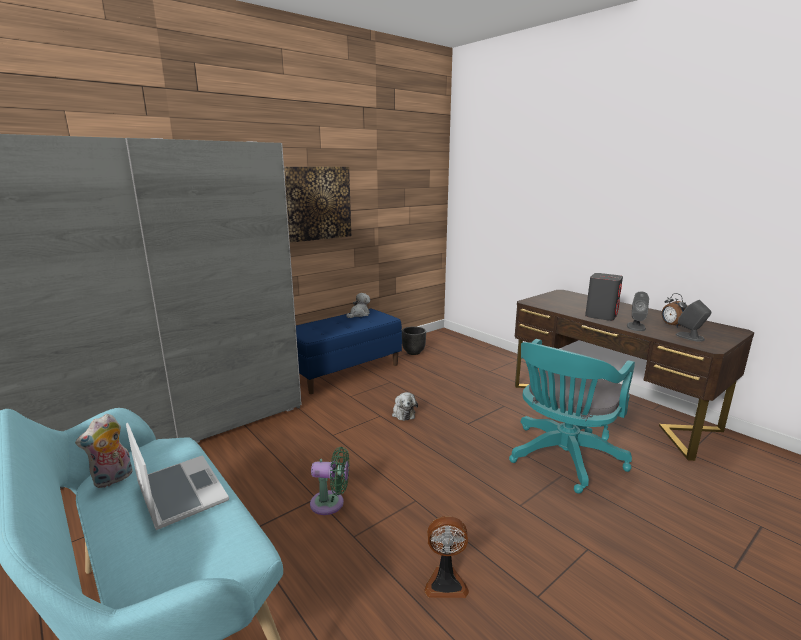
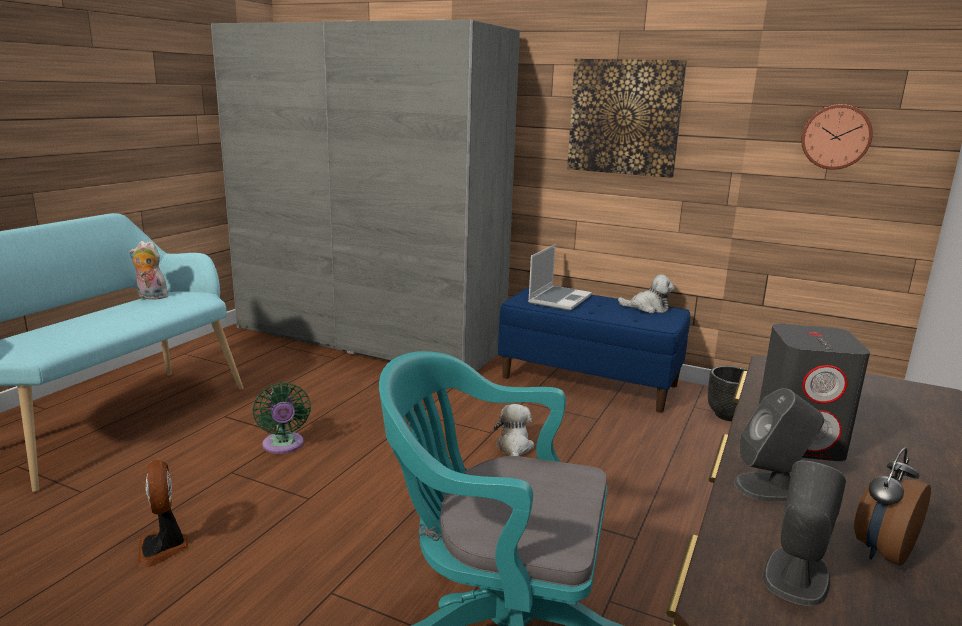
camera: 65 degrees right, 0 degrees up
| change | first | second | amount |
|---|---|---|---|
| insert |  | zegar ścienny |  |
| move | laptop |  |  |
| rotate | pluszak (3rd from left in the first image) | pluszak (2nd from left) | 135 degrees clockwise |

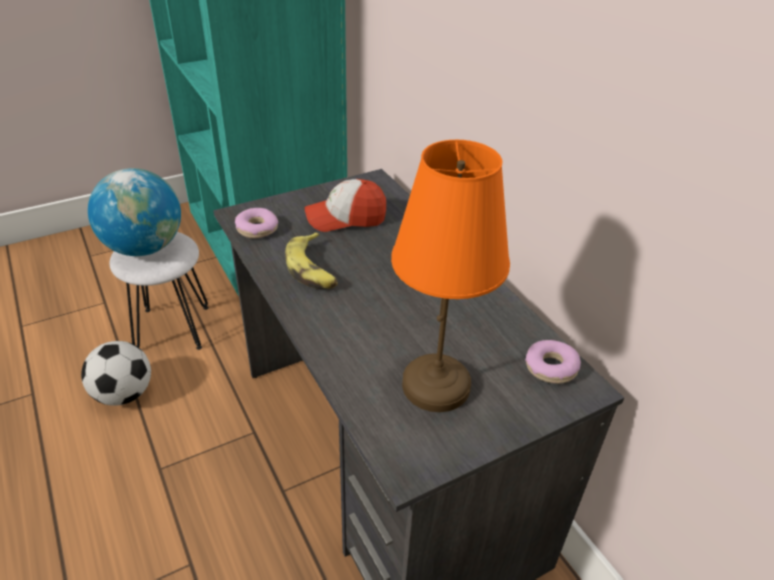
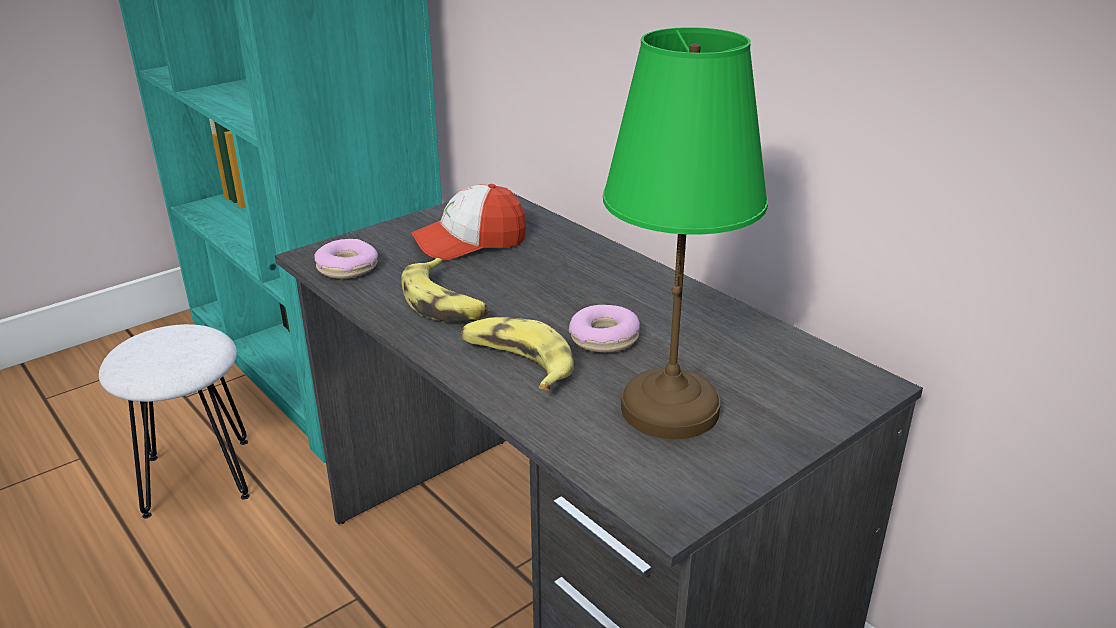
camera: 10 degrees left, 10 degrees down
| change | first | second | amount |
|---|---|---|---|
| delete | piłka futbolowa |  |  |
| delete | globus |  |  |
| insert |  | banan (2nd from left) |  |
| move | donut (2nd from left) |  |  |
| recolor | lampa stołowa [pomarańczowy] | lampa stołowa [zielony] |  |

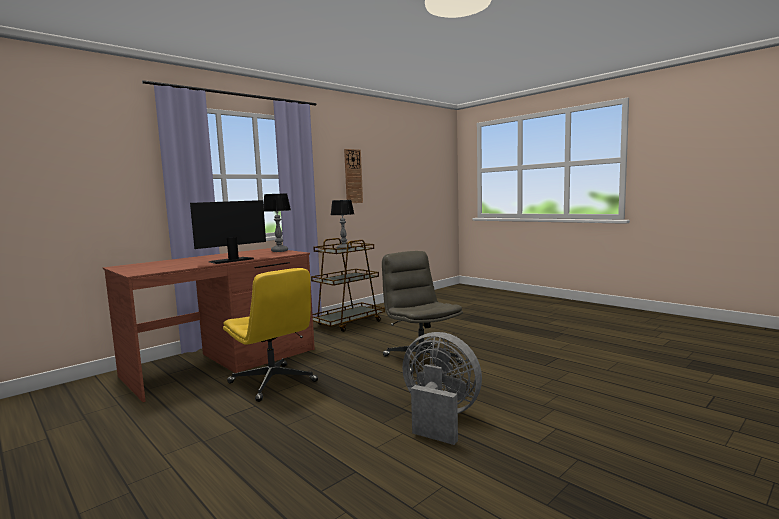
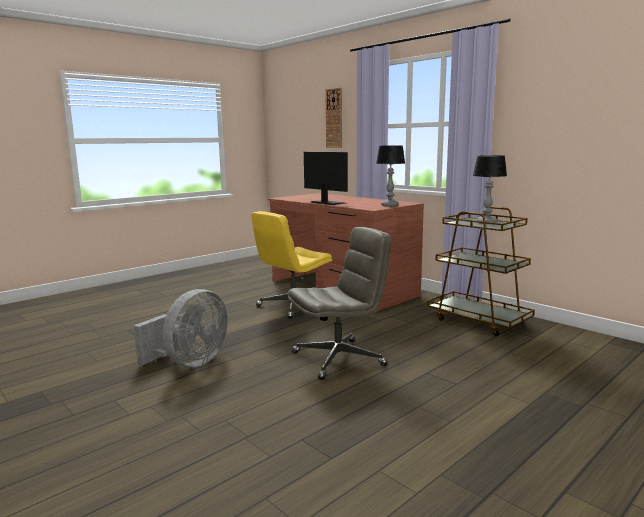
camera: 90 degrees right, 5 degrees up
| change | first | second | amount |
|---|---|---|---|
| move | zegar ścienny |  |  |

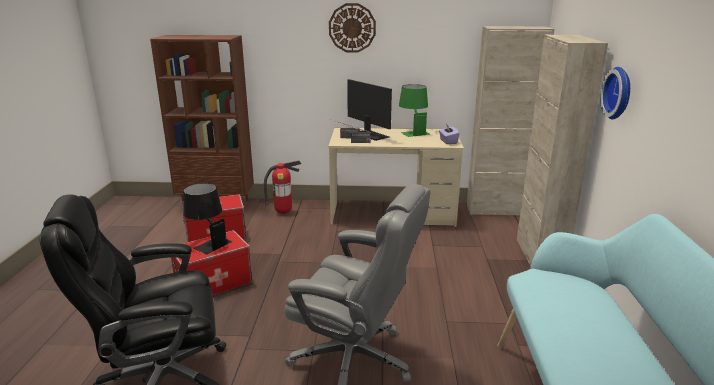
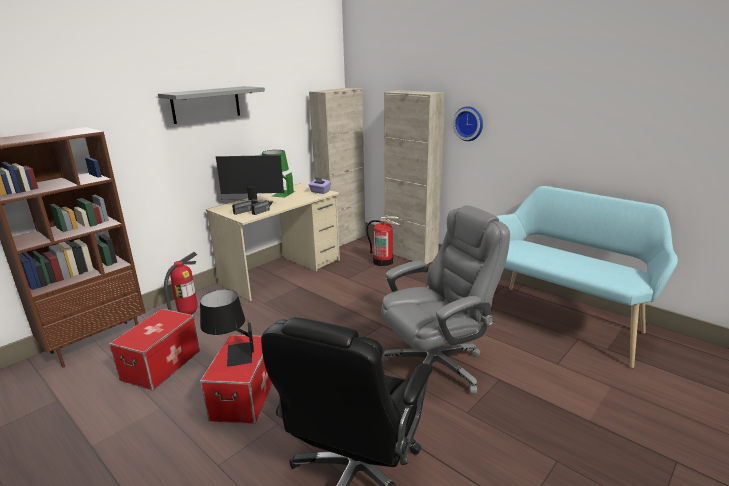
camera: 50 degrees left, 0 degrees up
| change | first | second | amount |
|---|---|---|---|
| insert |  | gaśnica (2nd from left) |  |
| replace | zegar ścienny (1st from left) | półka [szary] |  |

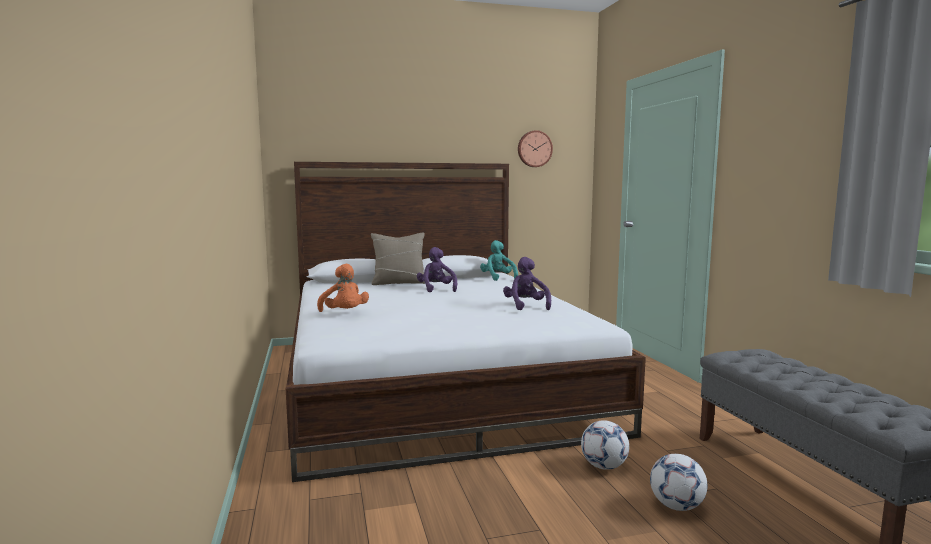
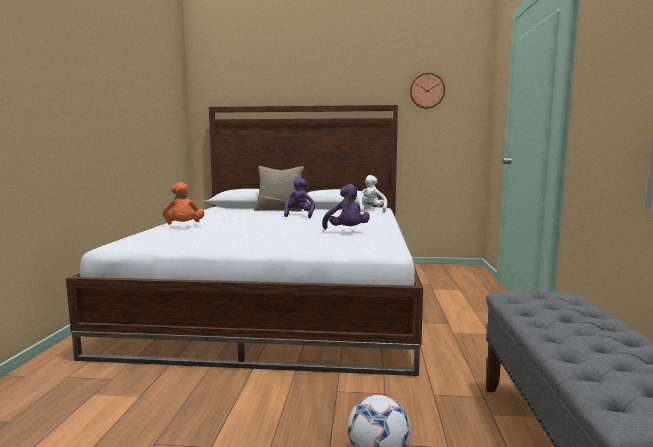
camera: 20 degrees right, 0 degrees up
| change | first | second | amount |
|---|---|---|---|
| delete | piłka futbolowa (1st from left) |  |  |
| recolor | pluszak [turkusowy] | pluszak [biały] |  |
| rotate | pluszak [fioletowy] (2nd from left) |  | 150 degrees clockwise |

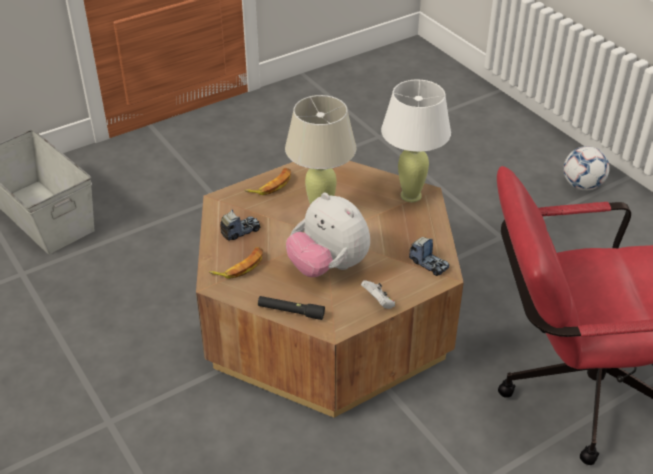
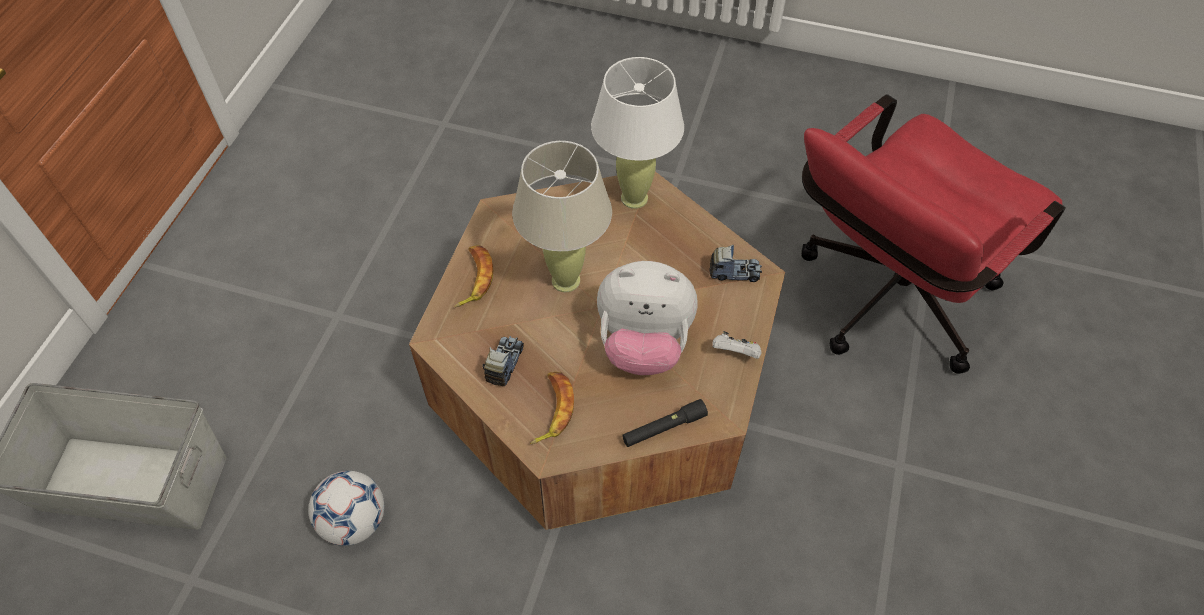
camera: 40 degrees left, 15 degrees up
| change | first | second | amount |
|---|---|---|---|
| move | piłka futbolowa |  |  |

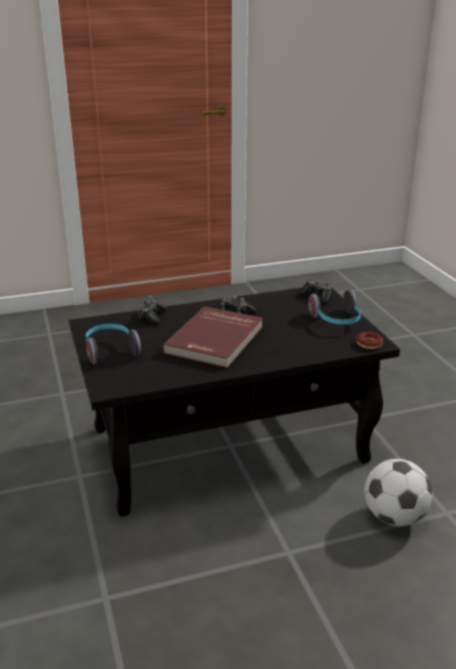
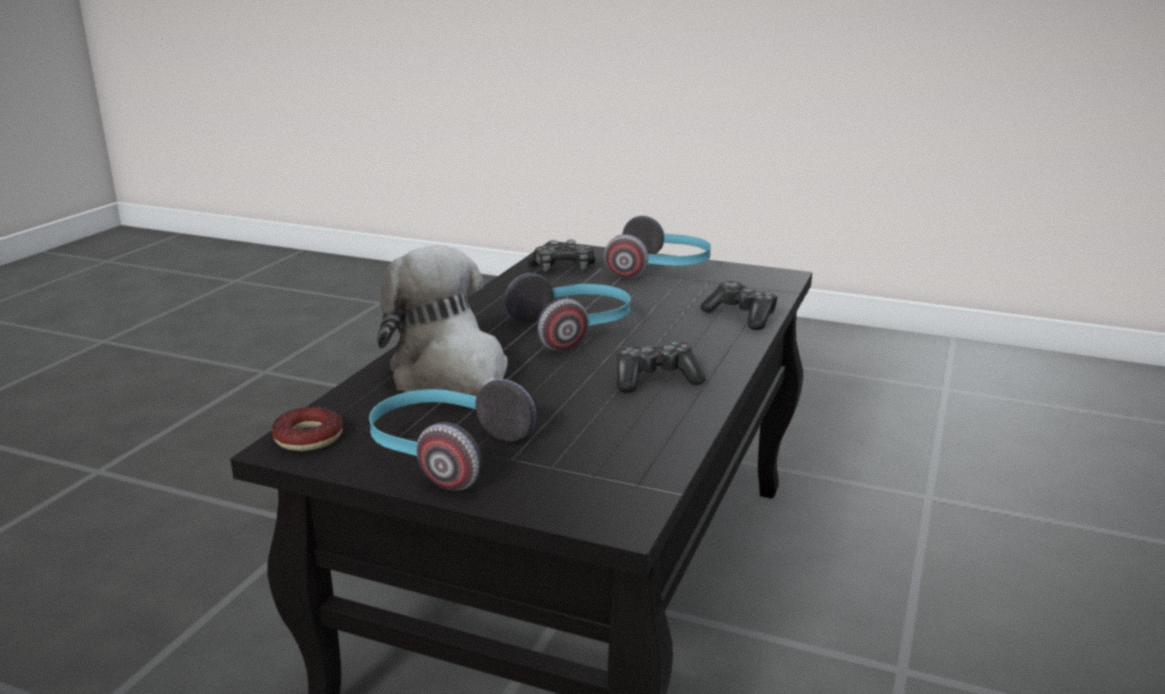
camera: 130 degrees right, 5 degrees down
| change | first | second | amount |
|---|---|---|---|
| delete | piłka futbolowa |  |  |
| insert |  | pluszak |  |
| move | pad do gier (3rd from left in the first image) | pad do gier (1st from left) |  |
| replace | książka [czerwony] | słuchawki (2nd from left) |  |

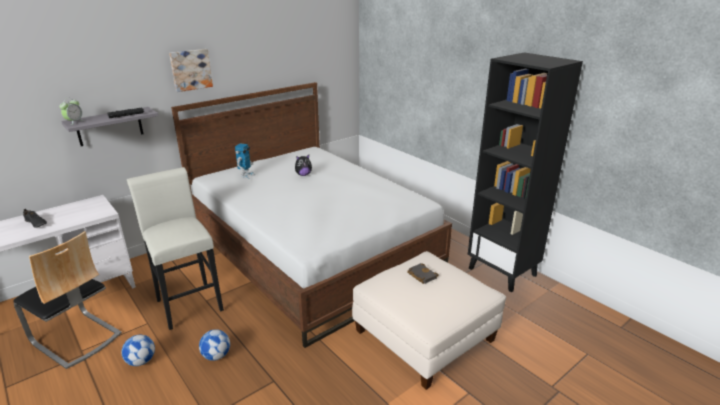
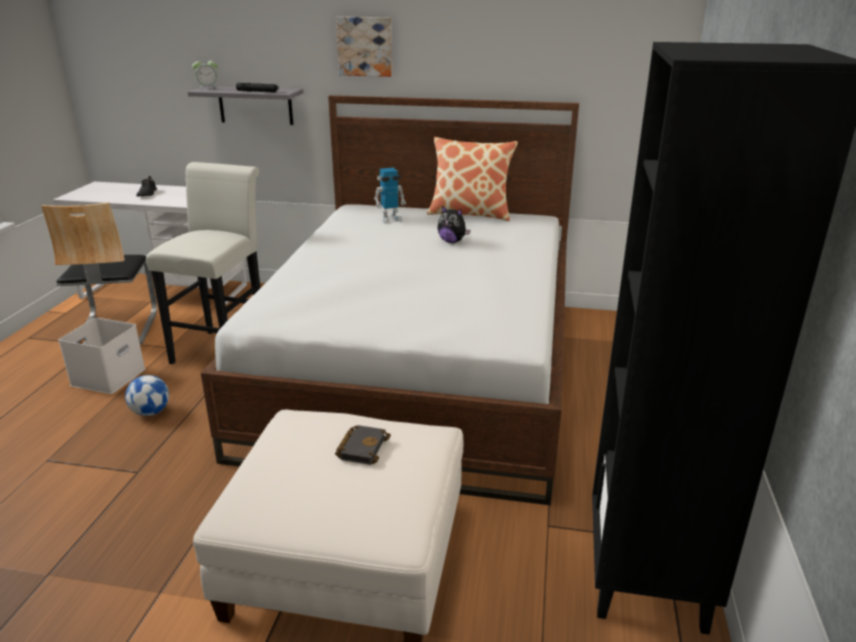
camera: 50 degrees right, 0 degrees up
| change | first | second | amount |
|---|---|---|---|
| insert |  | poduszka |  |
| replace | piłka futbolowa (1st from left) | pojemnik do przechowywania [biały] |  |

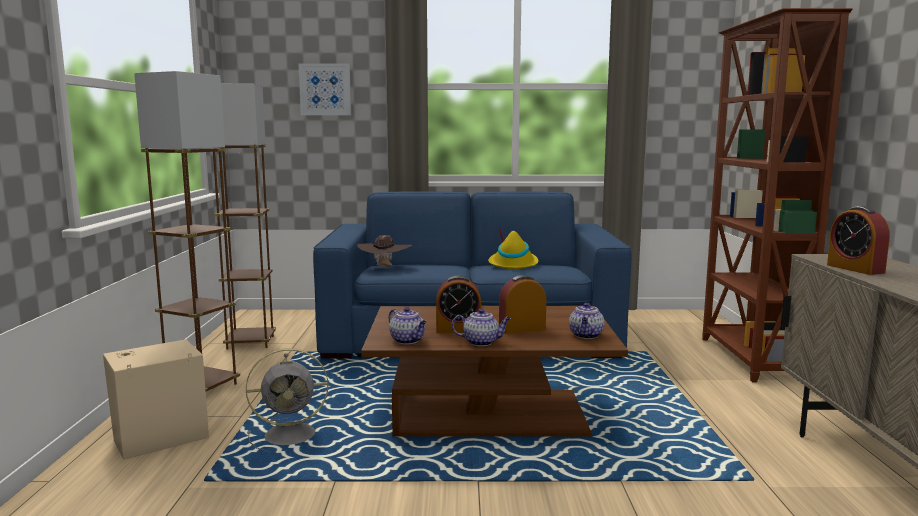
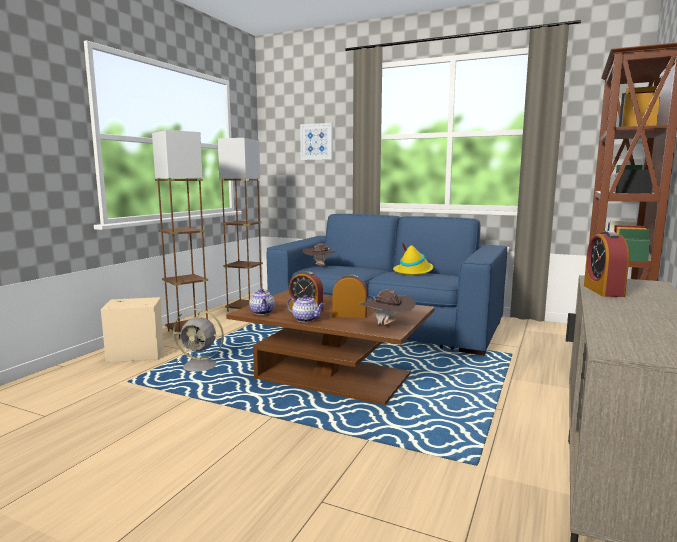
camera: 25 degrees right, 0 degrees up
| change | first | second | amount |
|---|---|---|---|
| replace | imbryk (3rd from left) | kapelusz [brązowy] (2nd from left) |  |

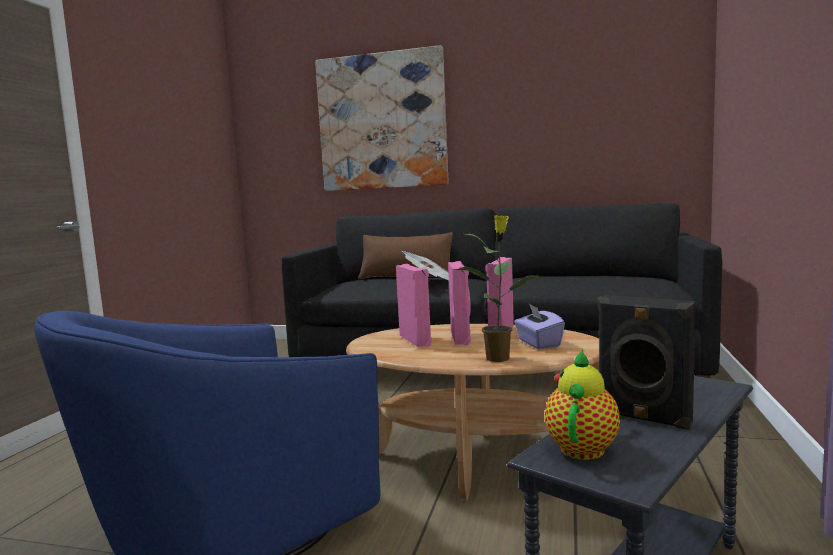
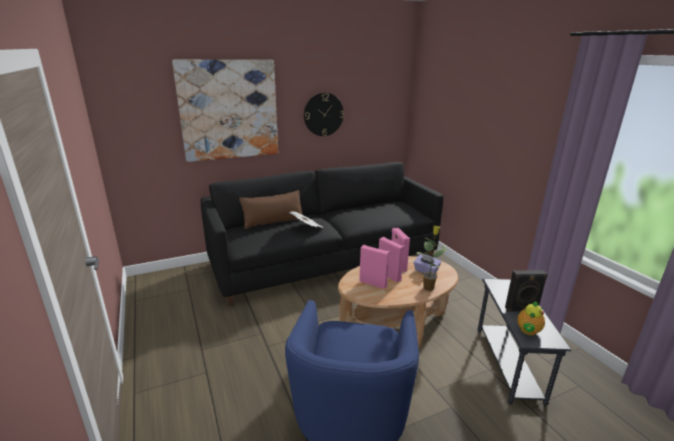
camera: 40 degrees left, 15 degrees up
| change | first | second | amount |
|---|---|---|---|
| insert |  | zegar ścienny |  |
| rotate | imbryk |  | 135 degrees counterclockwise |

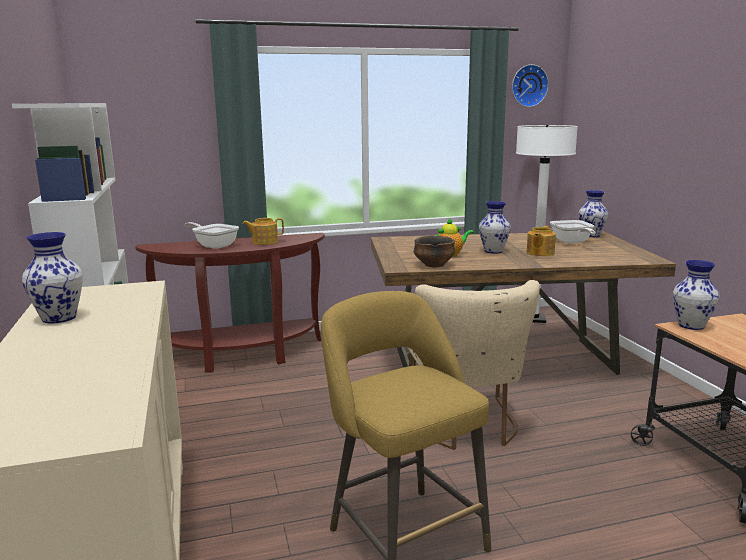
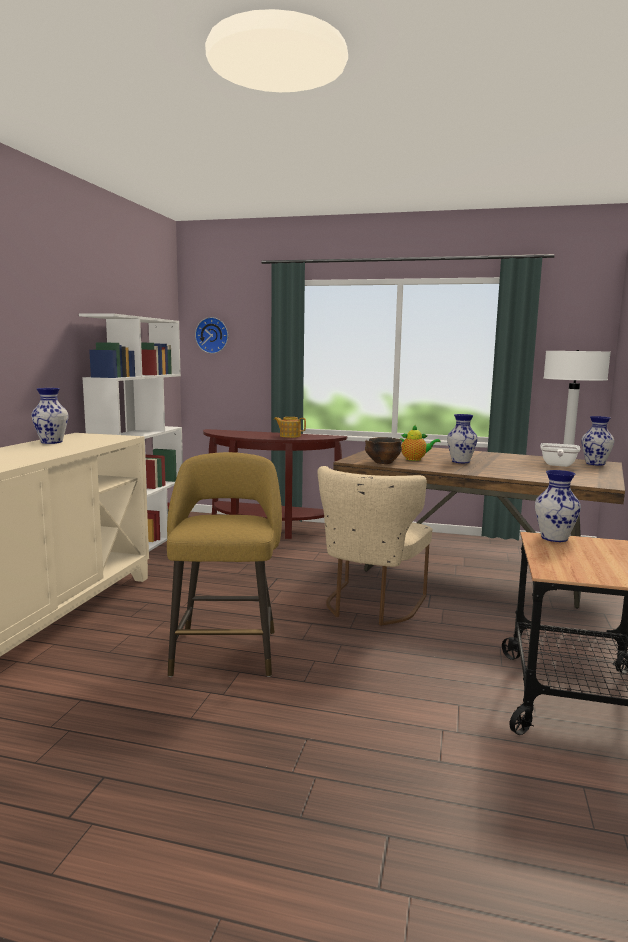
camera: 30 degrees right, 5 degrees down
| change | first | second | amount |
|---|---|---|---|
| delete | patelnia (1st from left) |  |  |
| delete | imbryk (3rd from left) |  |  |
| move | zegar ścienny |  |  |

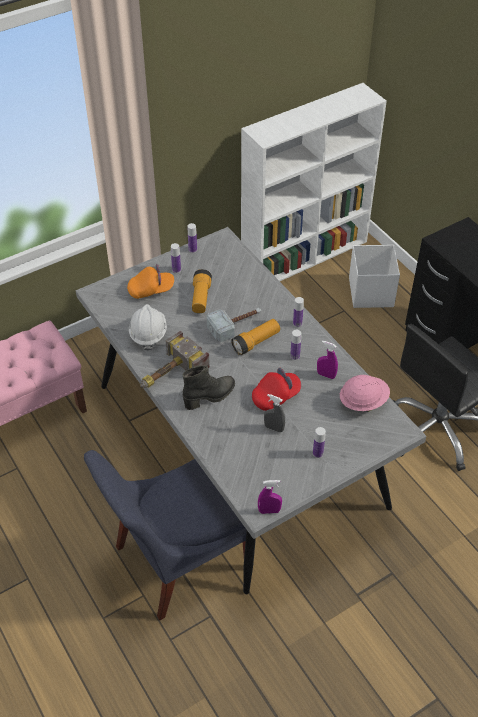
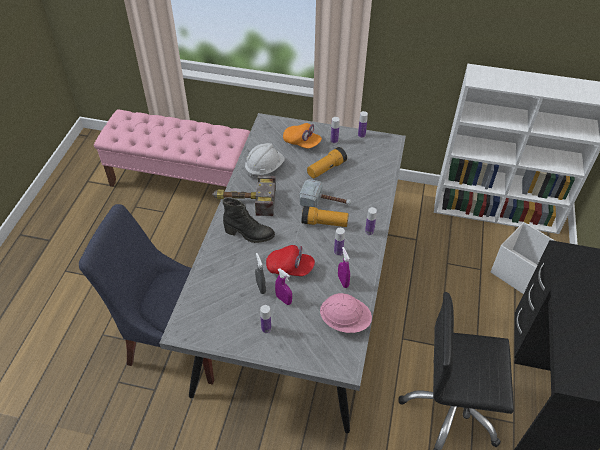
camera: 45 degrees right, 0 degrees up
| change | first | second | amount |
|---|---|---|---|
| move | spryskiwacz [fioletowy] (1st from left) |  |  |

